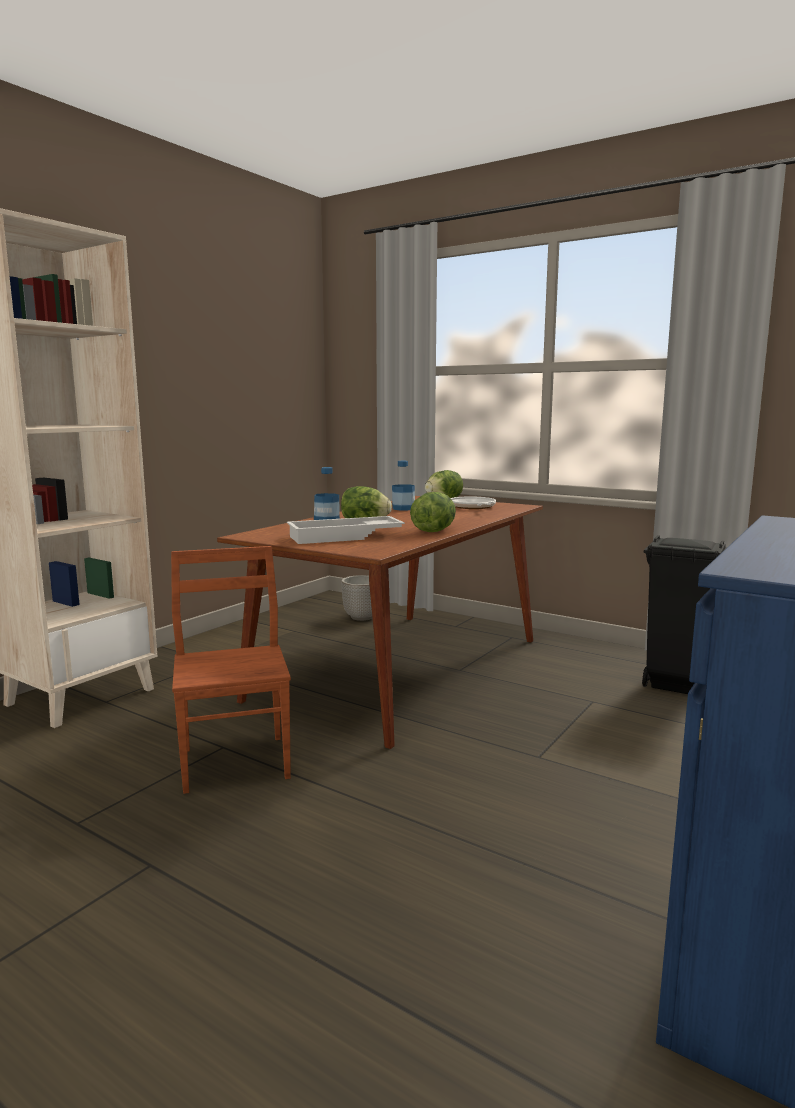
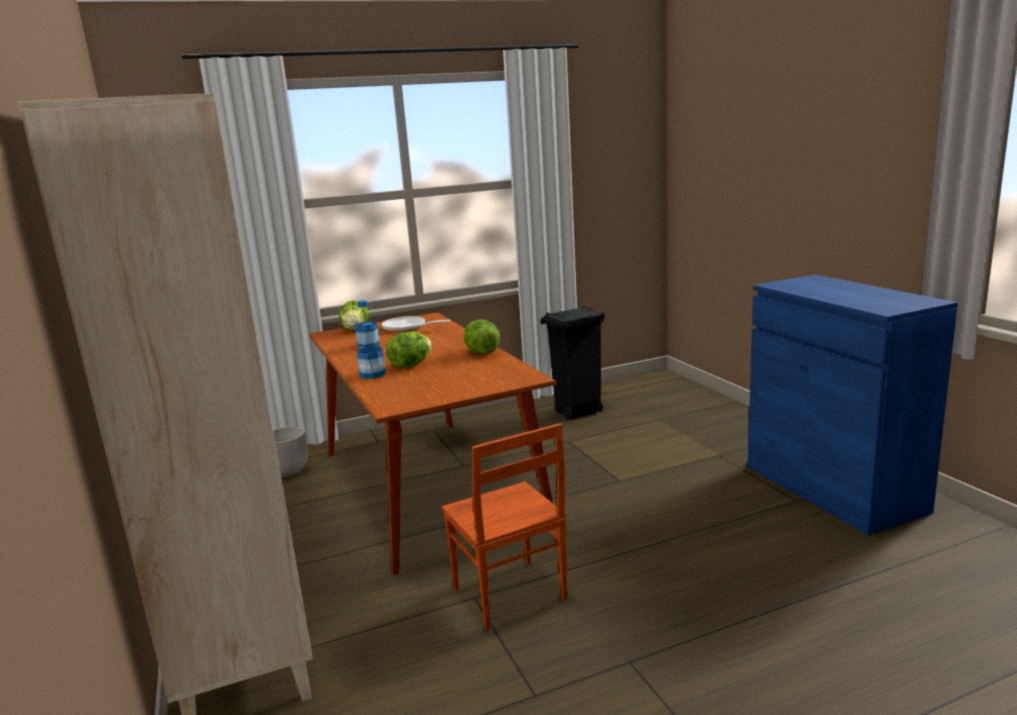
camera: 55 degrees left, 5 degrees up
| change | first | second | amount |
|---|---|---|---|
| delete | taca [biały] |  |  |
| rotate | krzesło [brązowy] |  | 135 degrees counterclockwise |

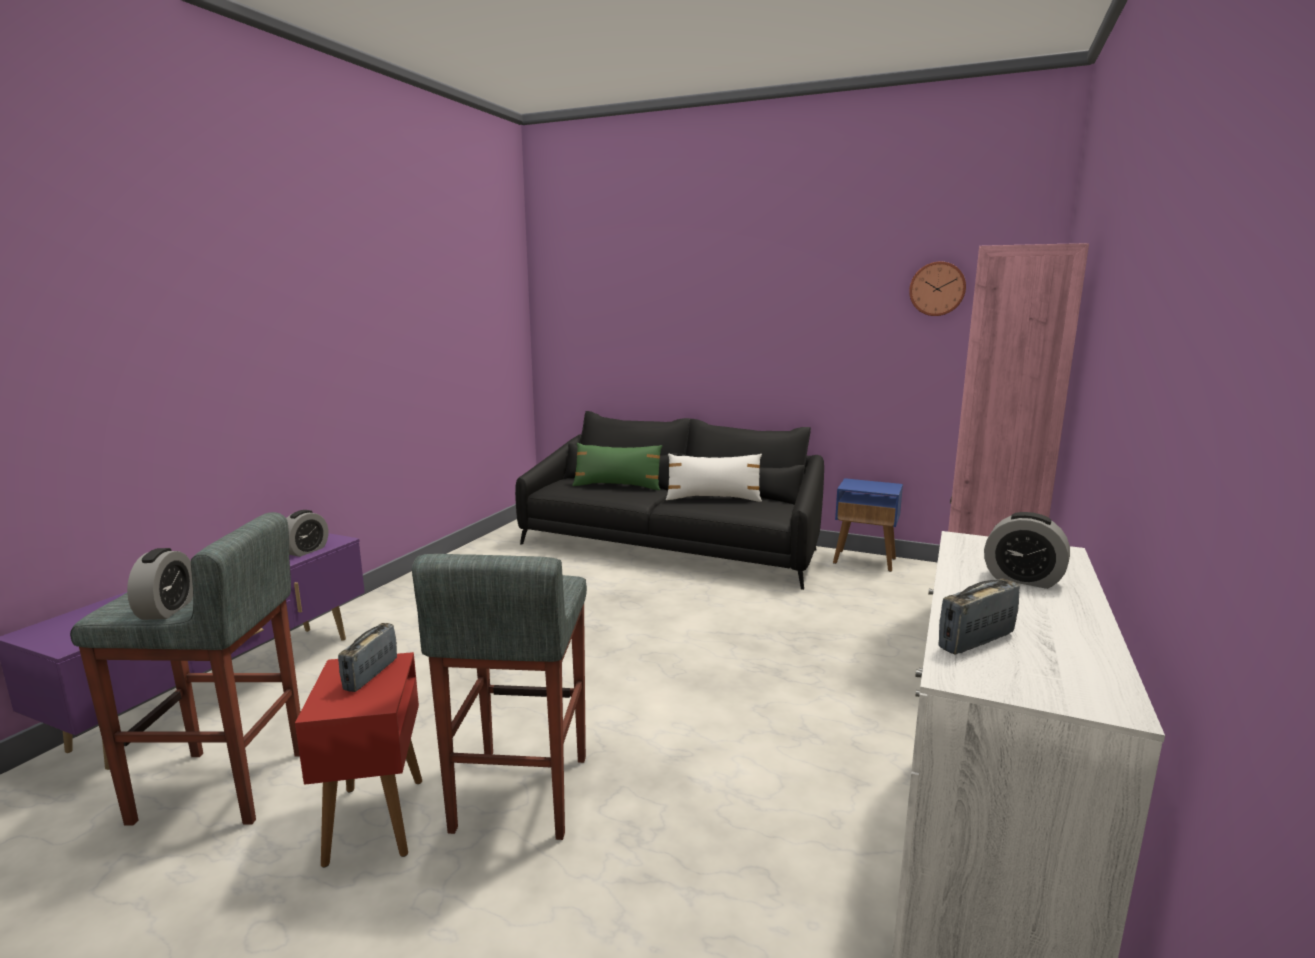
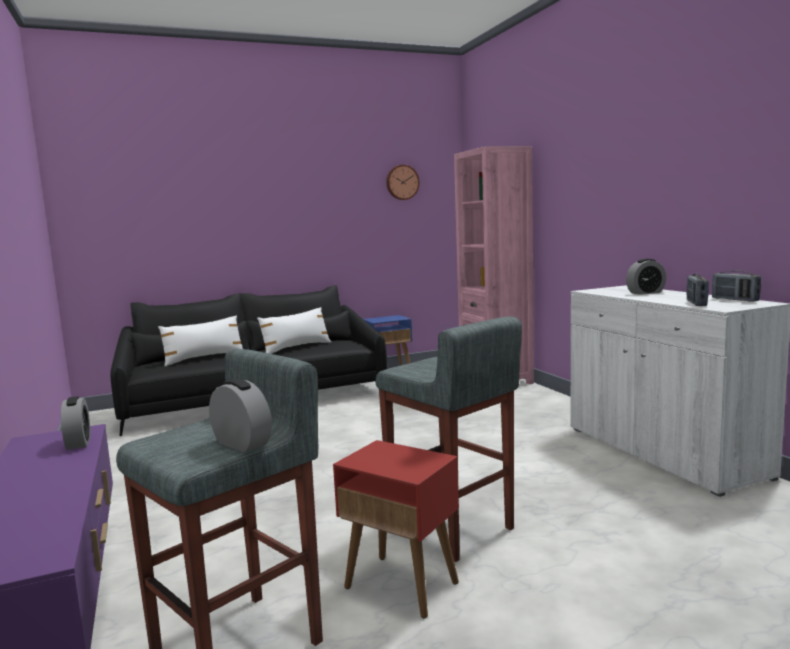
camera: 45 degrees left, 5 degrees down
| change | first | second | amount |
|---|---|---|---|
| move | radio (1st from left in the first image) | radio (2nd from left) |  |
| recolor | poduszka [zielony] | poduszka [biały] (1st from left) |  |

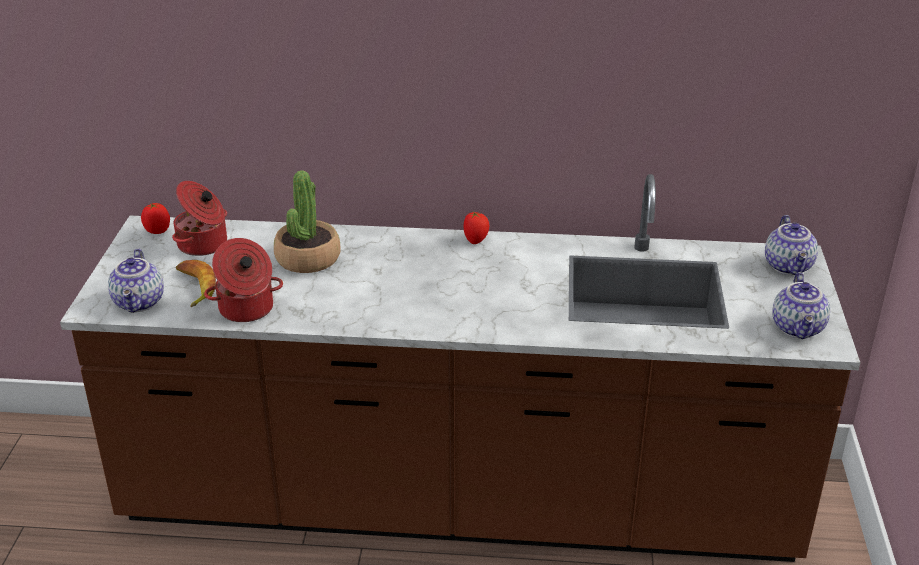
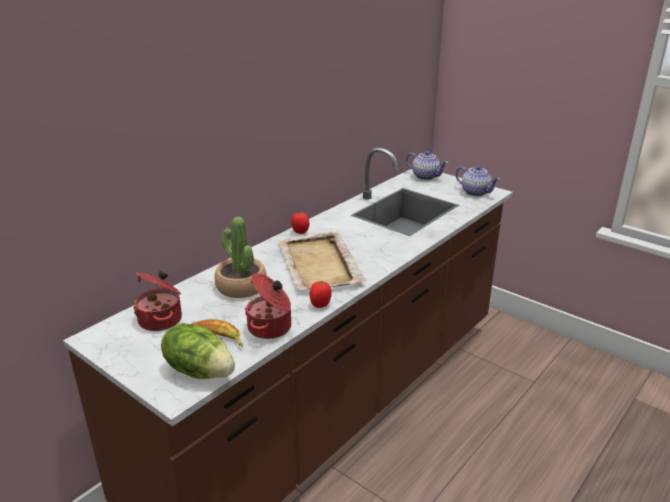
camera: 55 degrees left, 5 degrees down
| change | first | second | amount |
|---|---|---|---|
| insert |  | taca [beżowy] |  |
| move | pomidor (1st from left in the first image) | pomidor (2nd from left) |  |
| replace | imbryk (1st from left) | sałata |  |

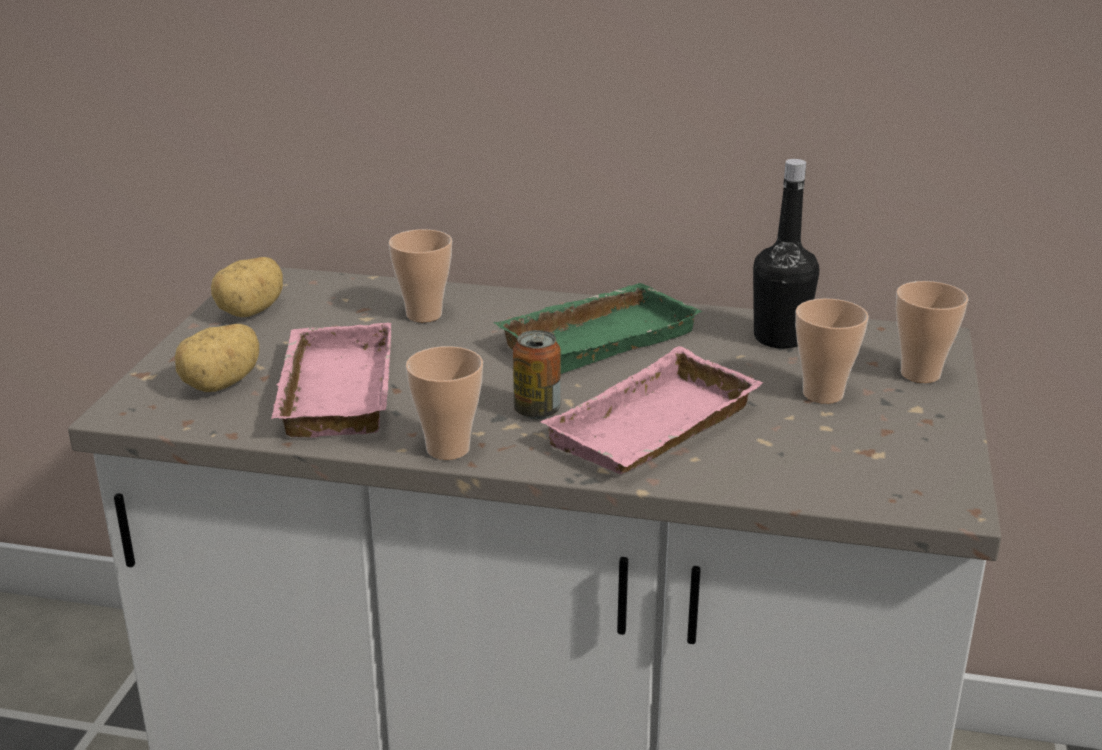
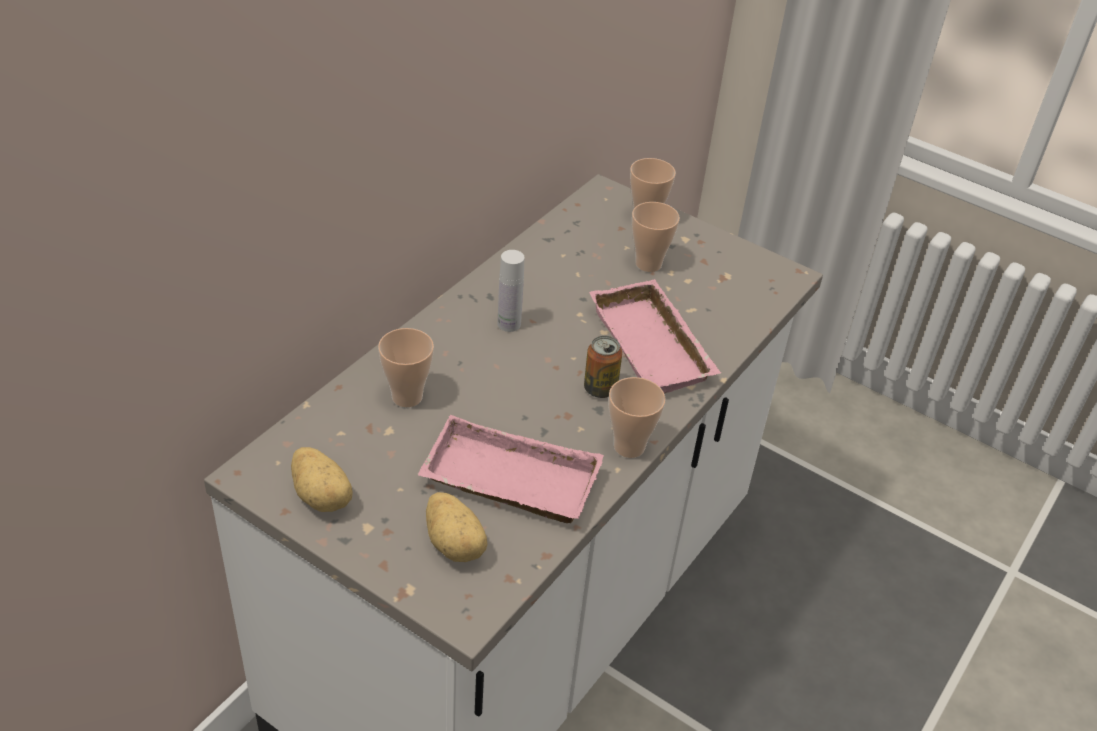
camera: 70 degrees left, 15 degrees up
| change | first | second | amount |
|---|---|---|---|
| delete | butelka [czarny] |  |  |
| replace | taca [zielony] | butelka [biały] |  |

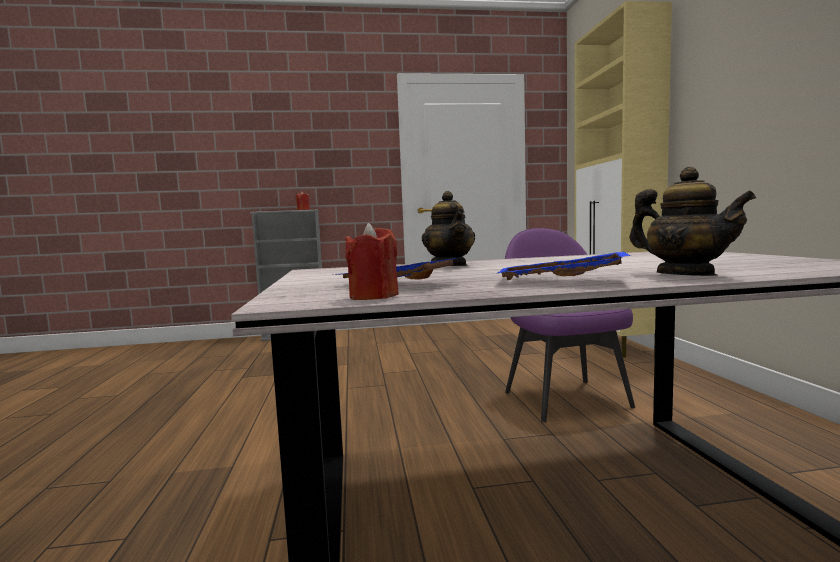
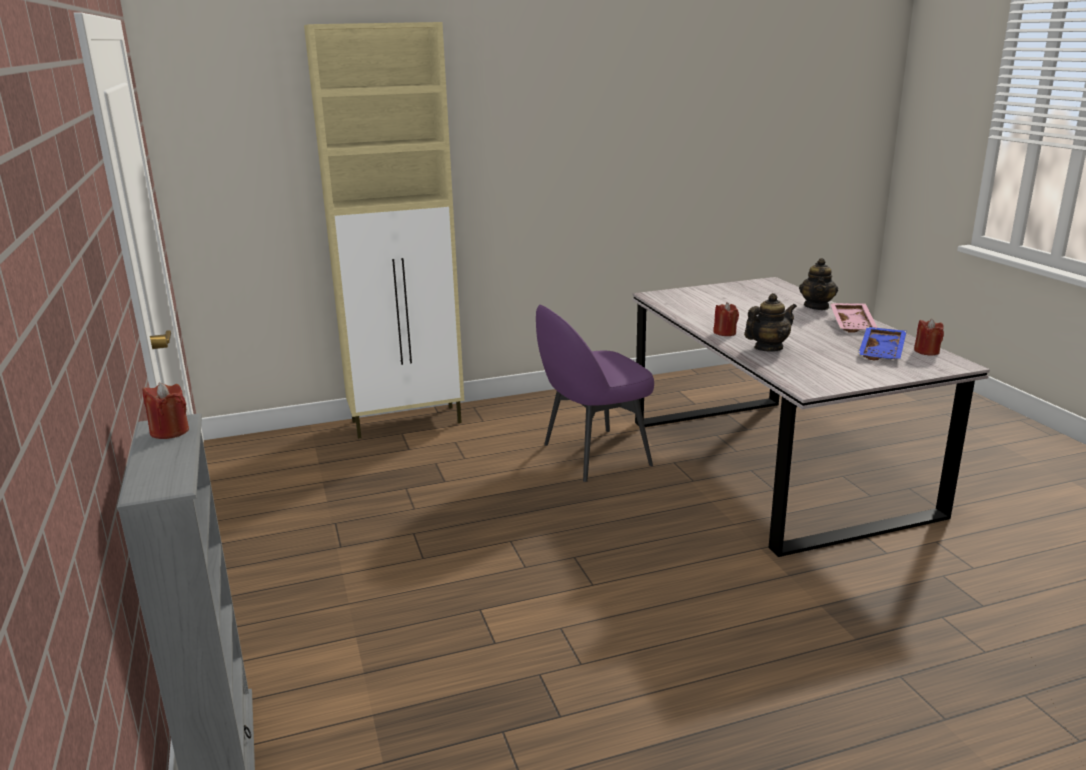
camera: 100 degrees left, 15 degrees up
| change | first | second | amount |
|---|---|---|---|
| insert |  | świeca [czerwony] (2nd from left) |  |
| recolor | taca [niebieski] (2nd from left) | taca [różowy] |  |
| rotate | imbryk (2nd from left) |  | 150 degrees clockwise |

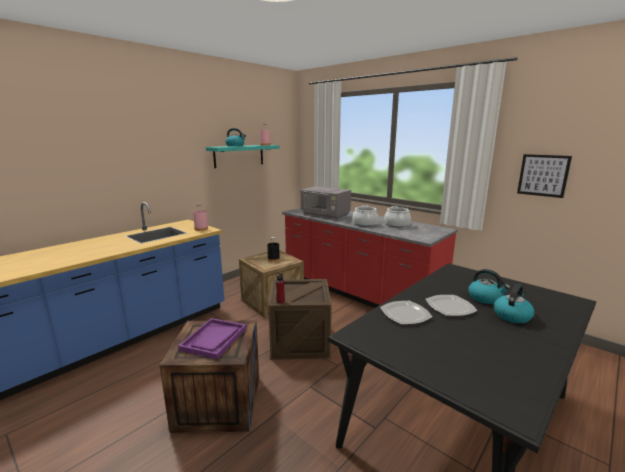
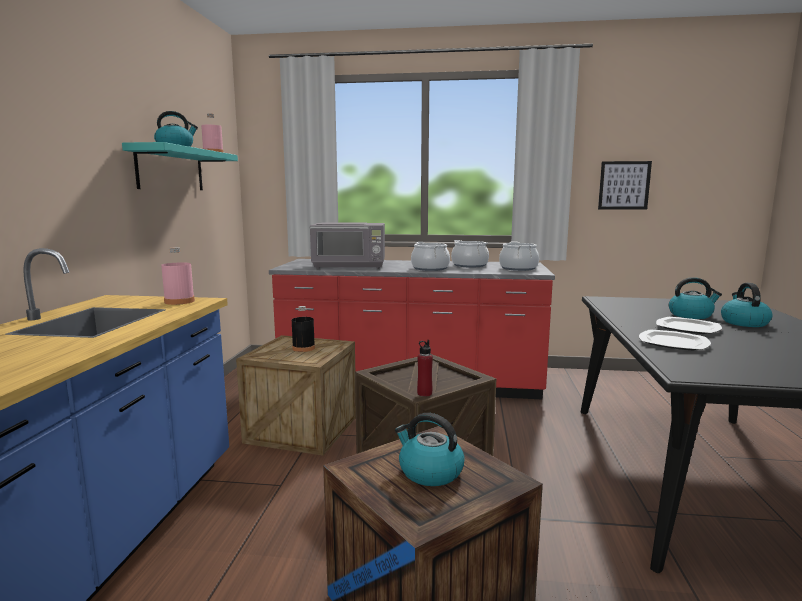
camera: 35 degrees left, 5 degrees down
| change | first | second | amount |
|---|---|---|---|
| insert |  | garnek (3rd from left) |  |
| replace | taca [fioletowy] | czajnik (2nd from left) |  |

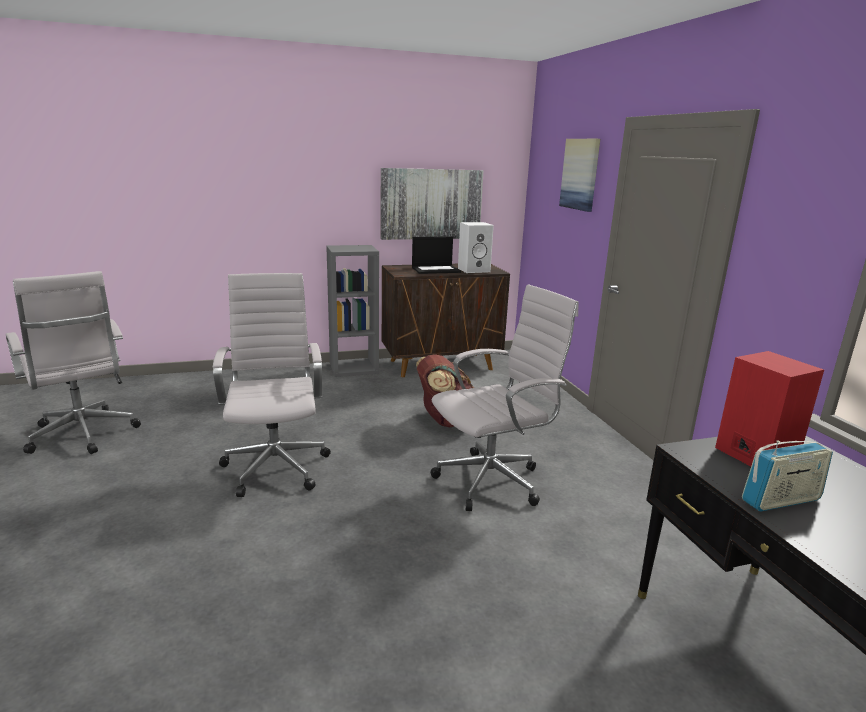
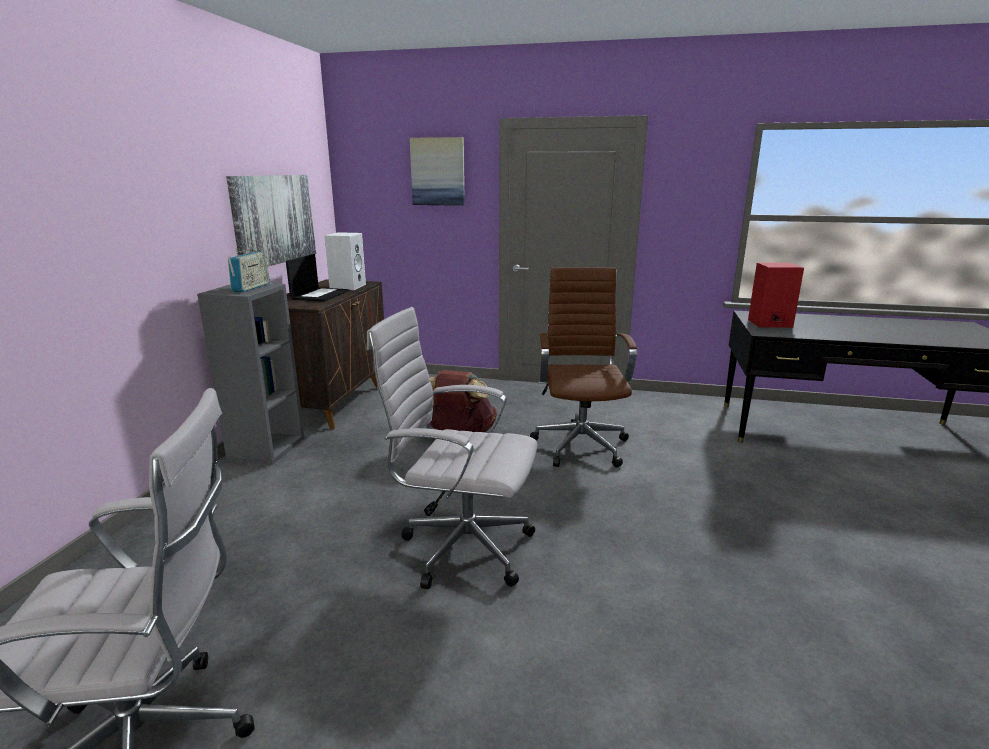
camera: 60 degrees left, 0 degrees up
| change | first | second | amount |
|---|---|---|---|
| move | radio |  |  |
| recolor | krzesło biurowe [biały] (3rd from left) | krzesło biurowe [brązowy] |  |

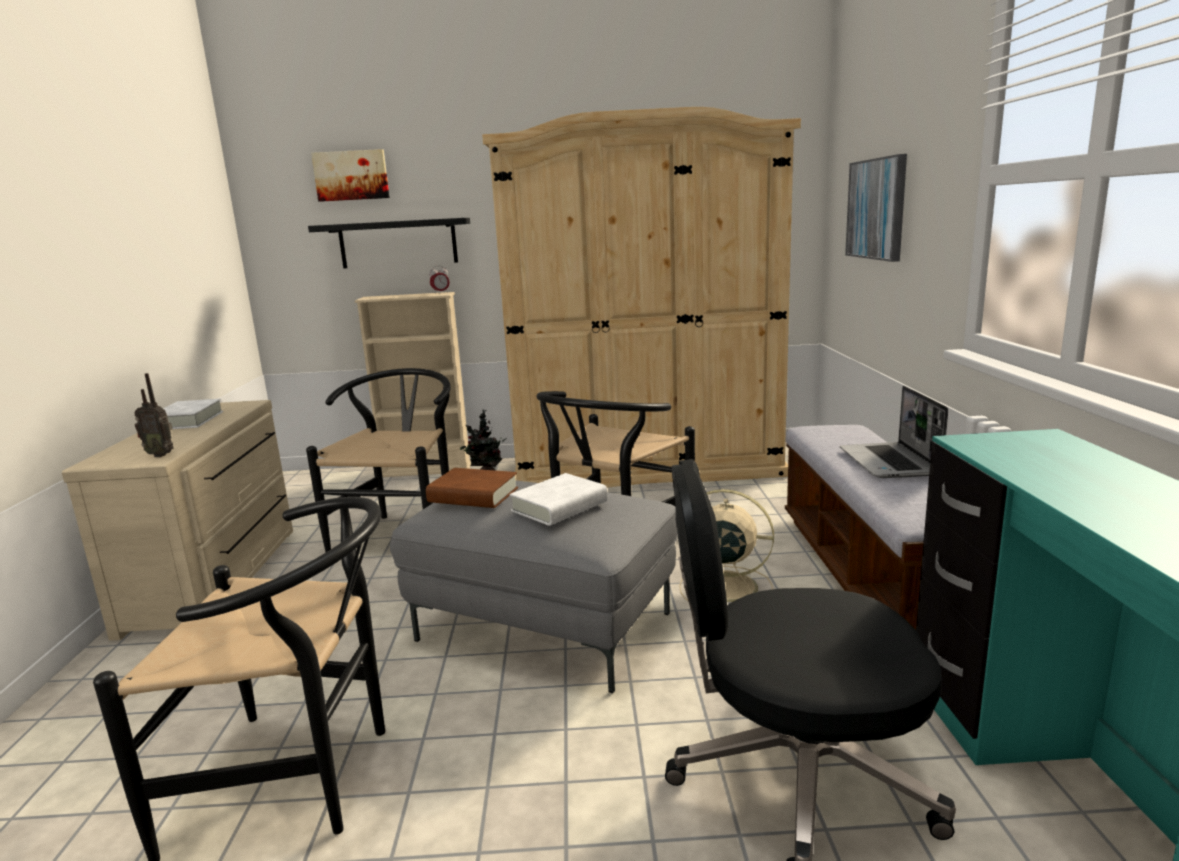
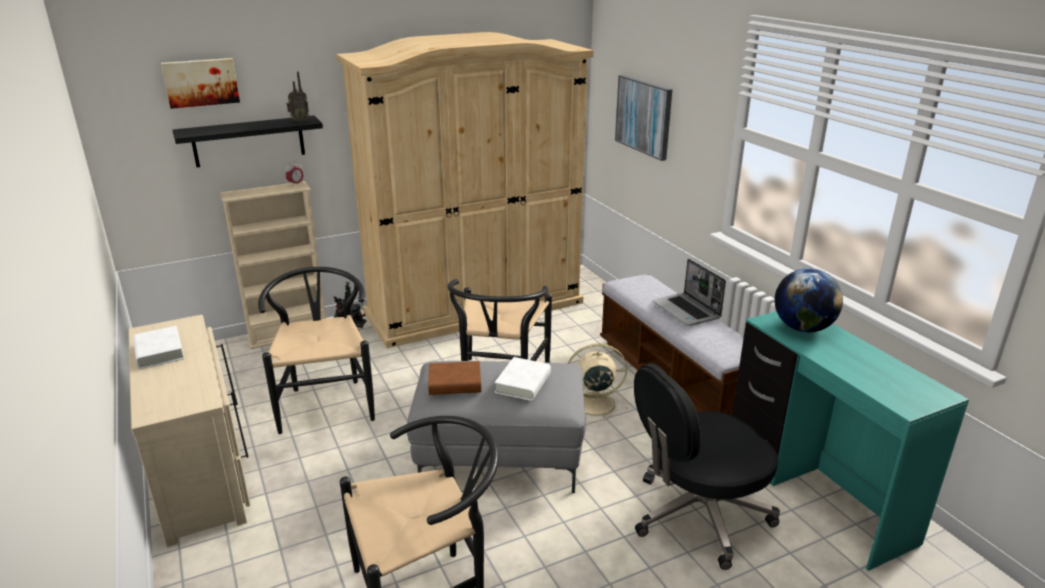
camera: 25 degrees left, 10 degrees up
| change | first | second | amount |
|---|---|---|---|
| insert |  | globus |  |
| move | radio |  |  |

